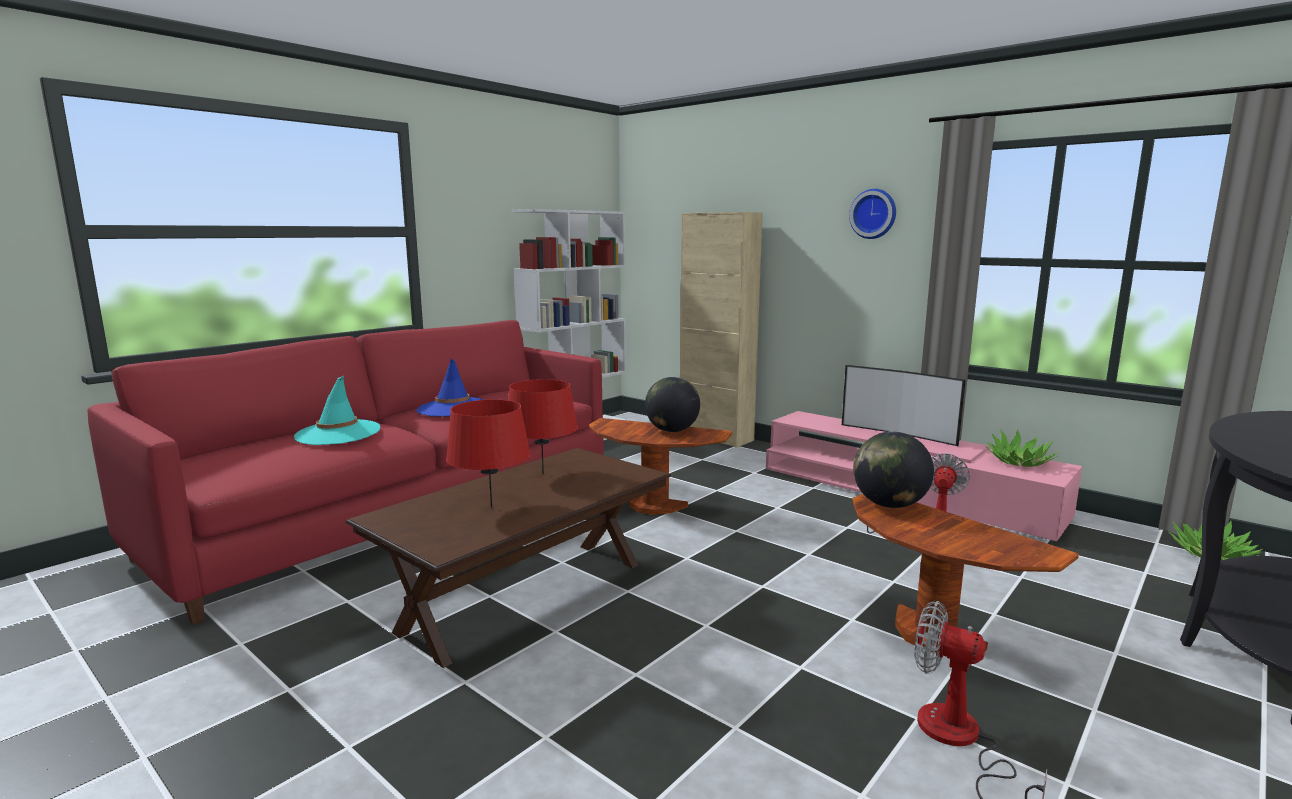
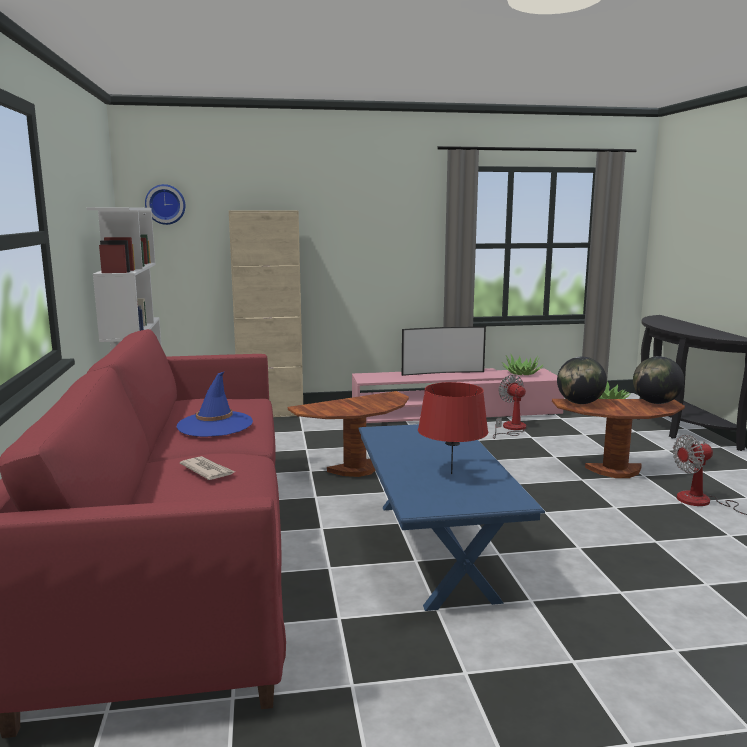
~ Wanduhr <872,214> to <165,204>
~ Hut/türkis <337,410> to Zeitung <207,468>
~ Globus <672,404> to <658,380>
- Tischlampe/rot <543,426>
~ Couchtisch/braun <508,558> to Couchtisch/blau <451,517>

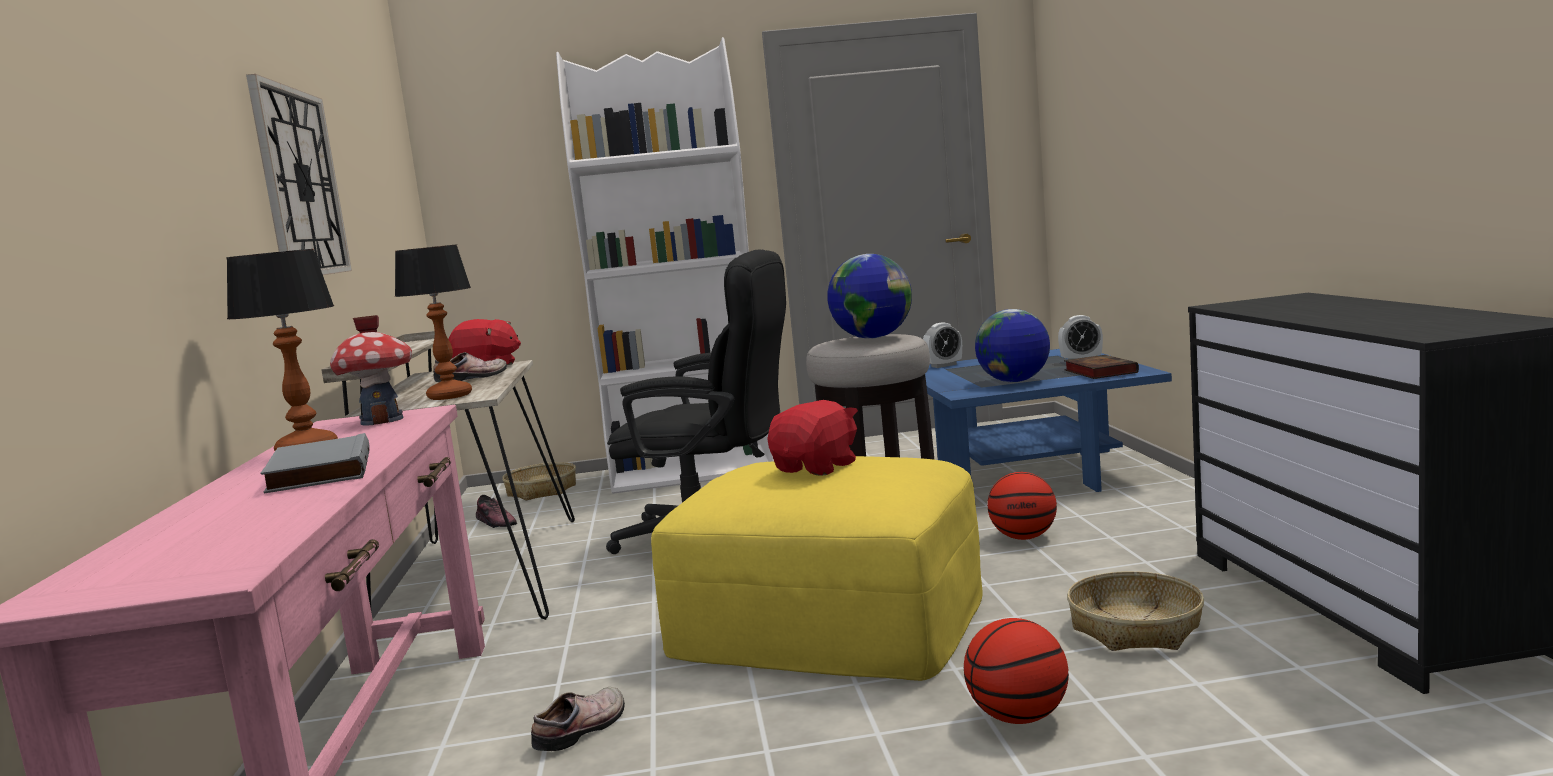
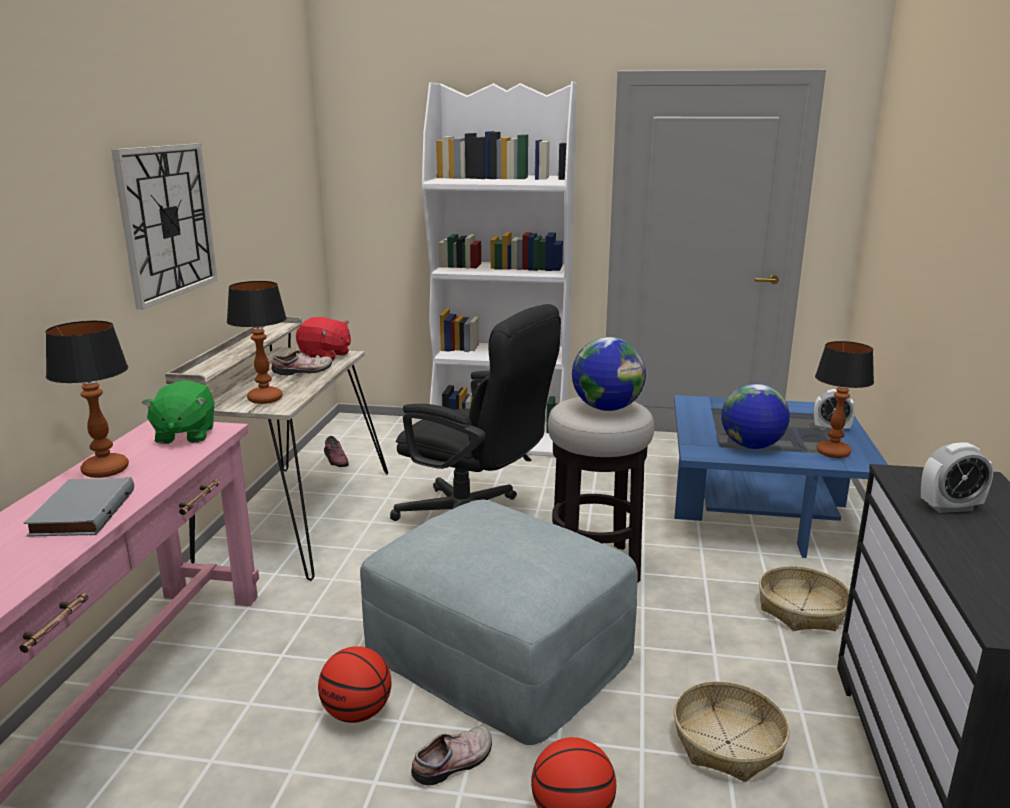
~ Spielzeughaus <371,370> to Plüschtier/grün <178,412>
~ Wecker <942,345> to <957,478>
~ Buch <1101,367> to Tischlampe <844,399>
- Plüschtier/rot <812,438>
~ Polsterhocker/gelb <817,568> to Polsterhocker/grau <499,622>
~ Korb <539,481> to <804,598>
~ Basketball <1022,506> to <355,684>
~ Schuh <578,719> to <451,755>

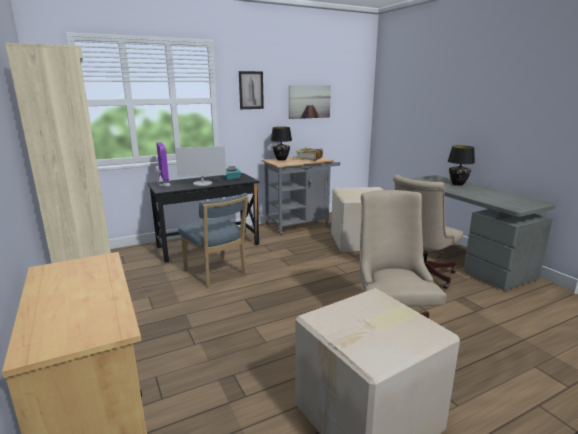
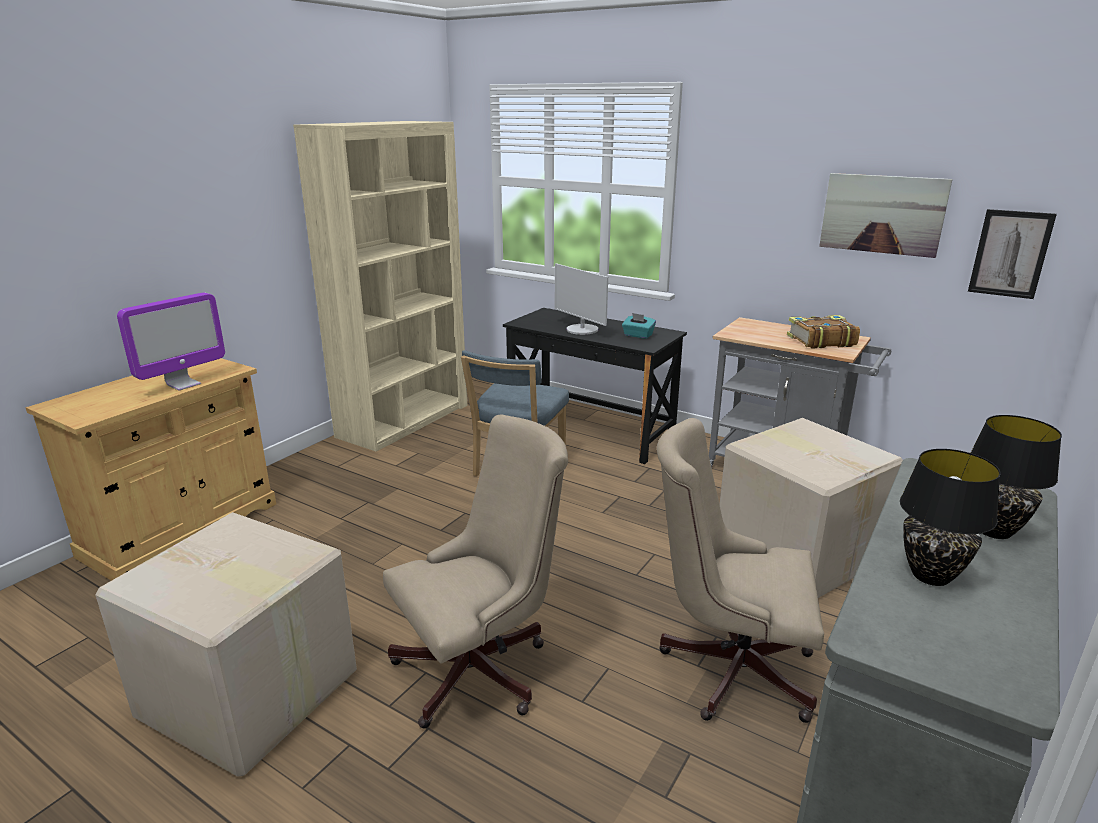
~ Bild <251,90> to <1012,254>
~ Tischlampe/schwarz <281,144> to <950,517>
~ Monitor <163,164> to <171,341>

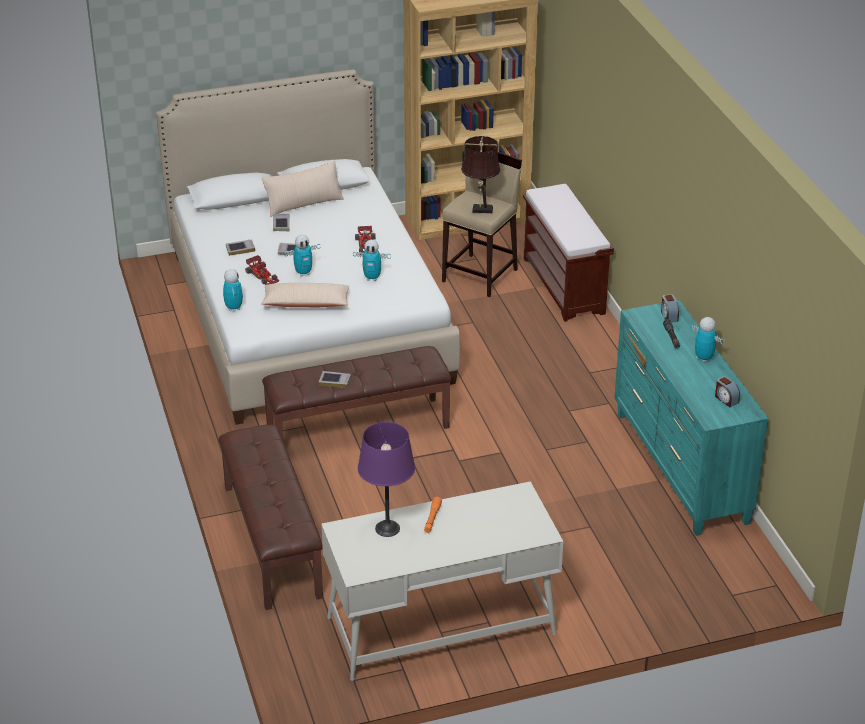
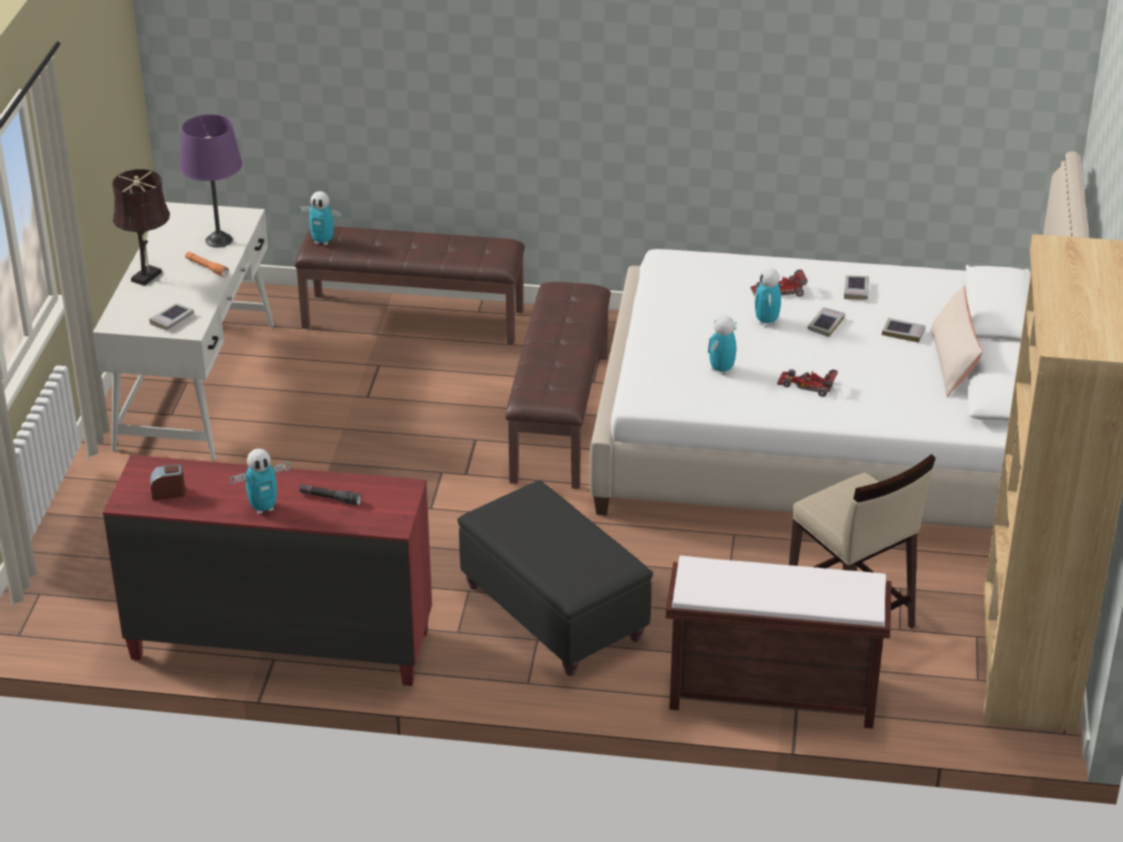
~ Tischlampe/braun <480,174> to <141,227>
~ Spielzeugroboter <233,290> to <320,218>
- Kissen/beige <305,295>
- Wecker <670,308>
~ Kommode/türkis <691,418> to Kommode/rot <267,570>
~ Buch <335,379> to <171,316>
+ Polsterhocker/schwarz <555,578>

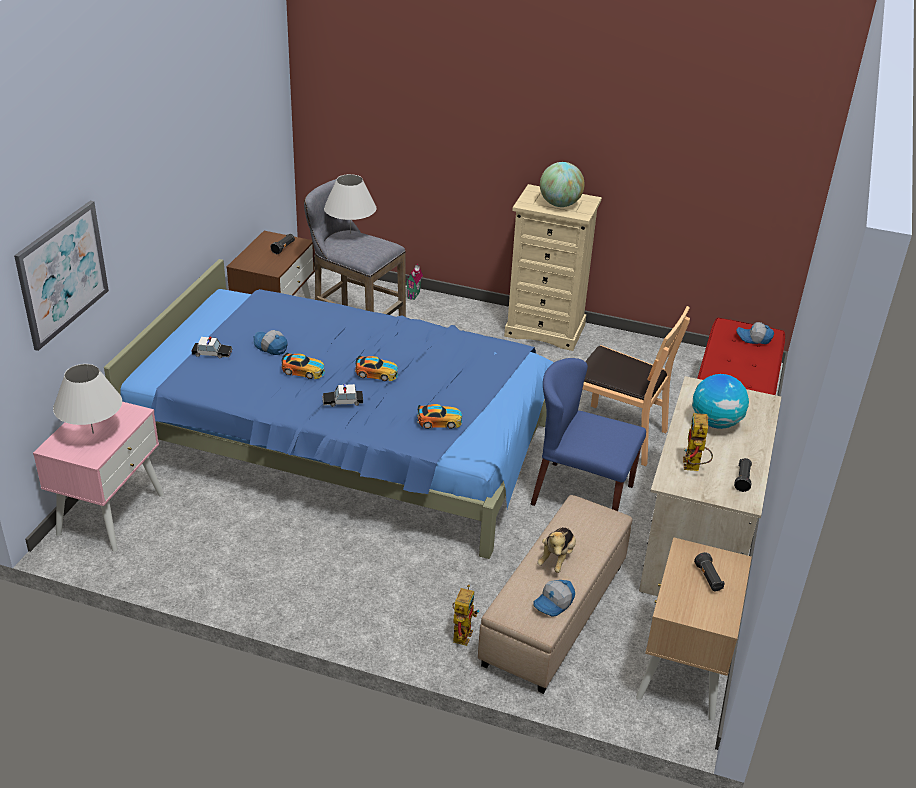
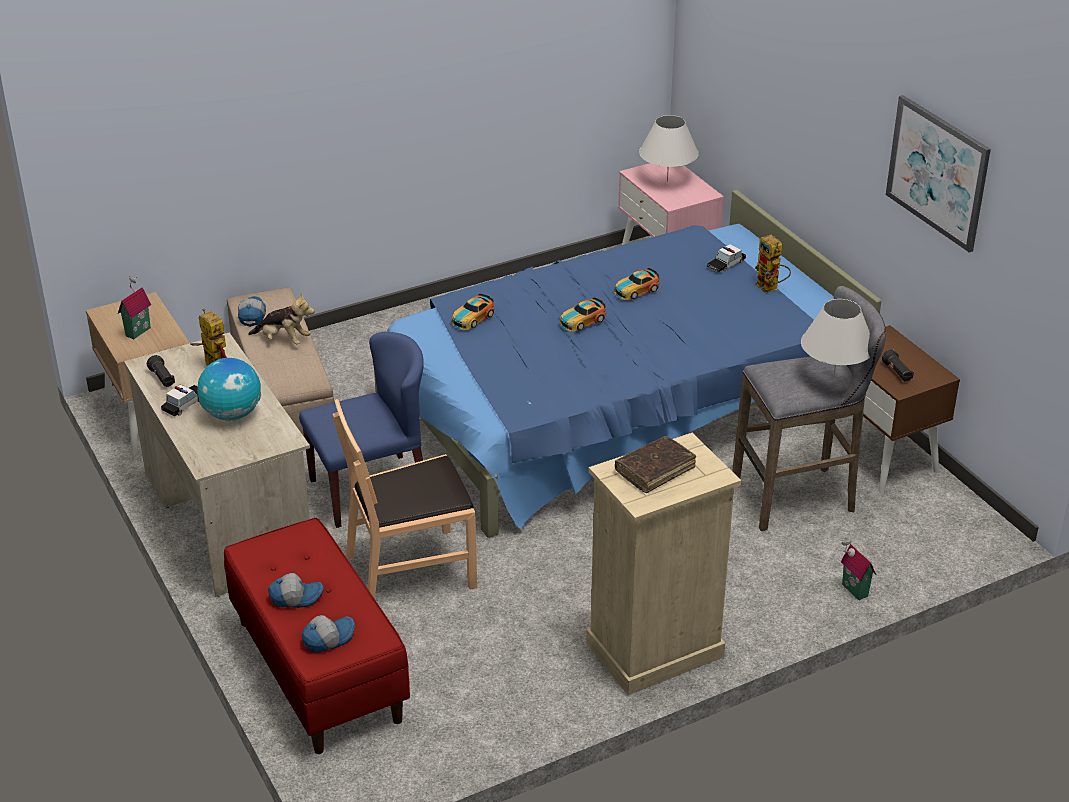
~ Globus <562,184> to Buch/braun <656,464>
~ Bild <61,276> to <938,174>
~ Kappe <271,342> to <296,590>
~ Spielzeugauto <342,395> to <180,400>
~ Plüschtier <556,550> = <281,318> 135 degrees clockwise
~ Taschenlampe/schwarz <709,571> to Spielzeughaus <134,308>
~ Spielzeugroboter <465,615> to <773,263>

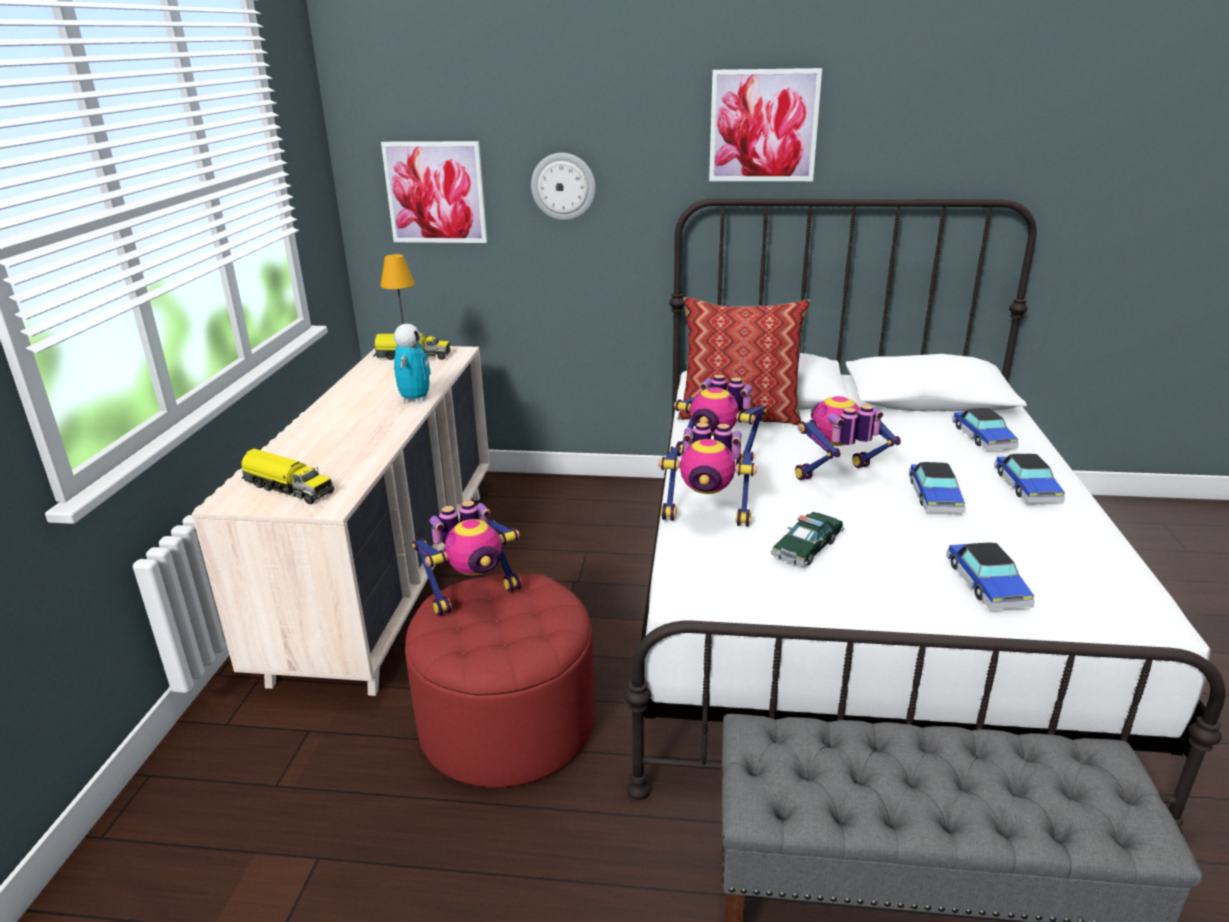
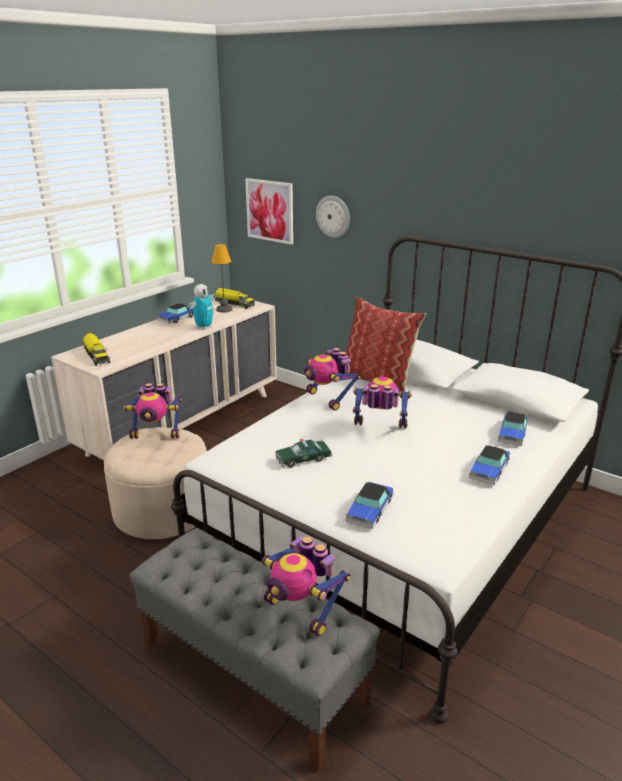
- Bild <765,124>
~ Spielzeugroboter <707,474> to <306,586>
~ Spielzeugauto <937,487> to <175,313>
~ Polsterhocker/rot <500,680> to Polsterhocker/beige <155,483>

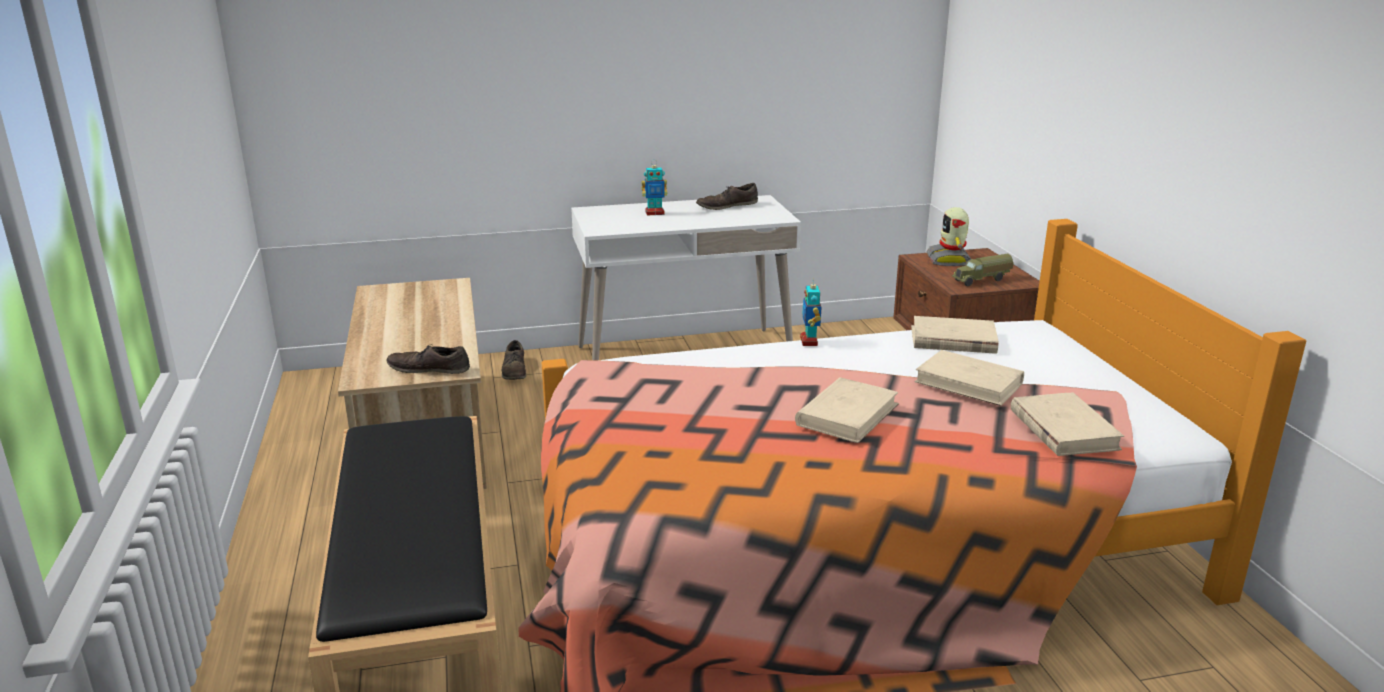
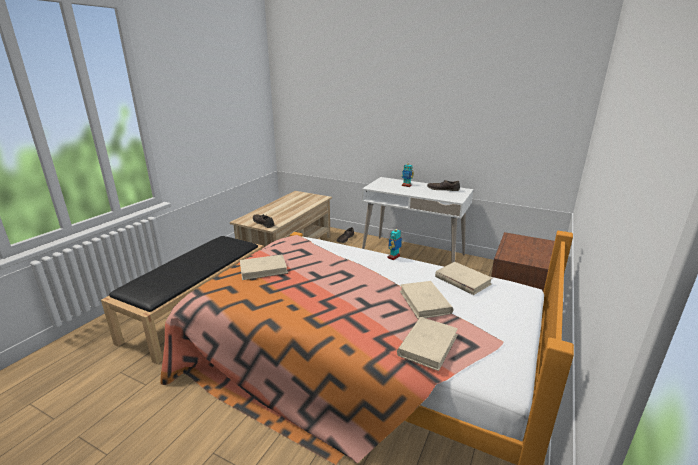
- Spielzeugroboter <948,236>
- Spielzeuglaster <983,270>
~ Buch/beige <847,410> to <264,267>

